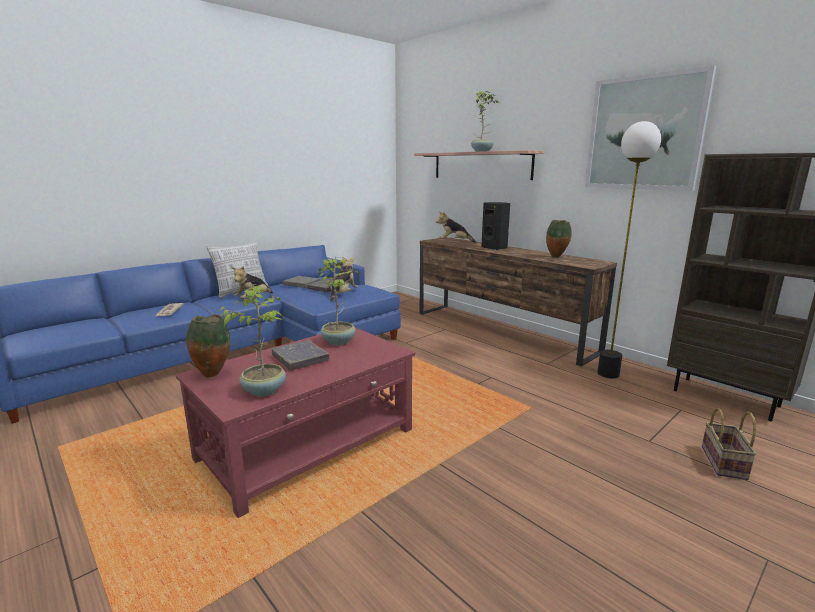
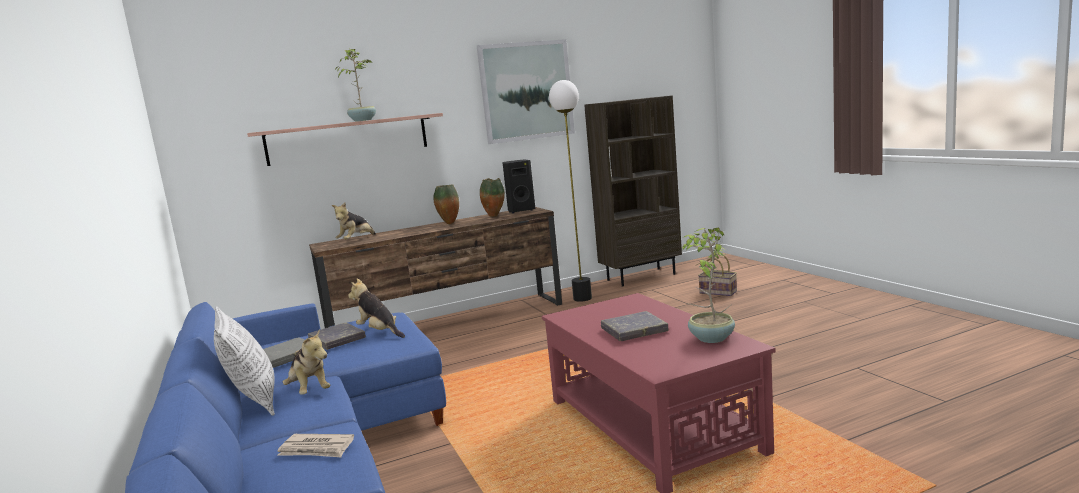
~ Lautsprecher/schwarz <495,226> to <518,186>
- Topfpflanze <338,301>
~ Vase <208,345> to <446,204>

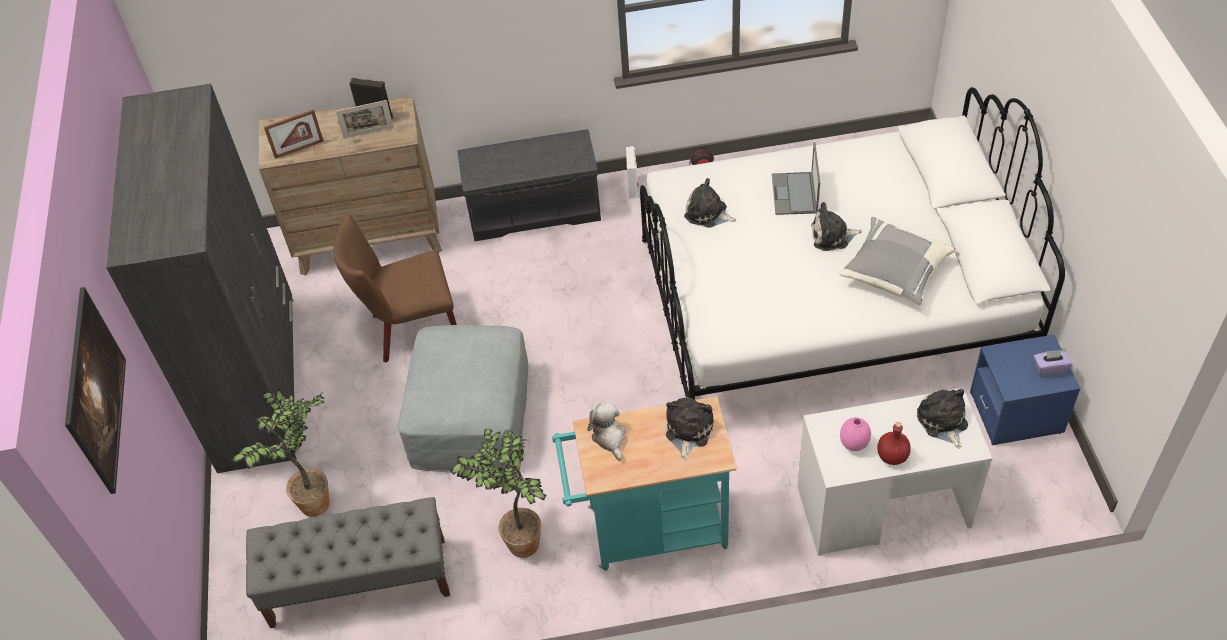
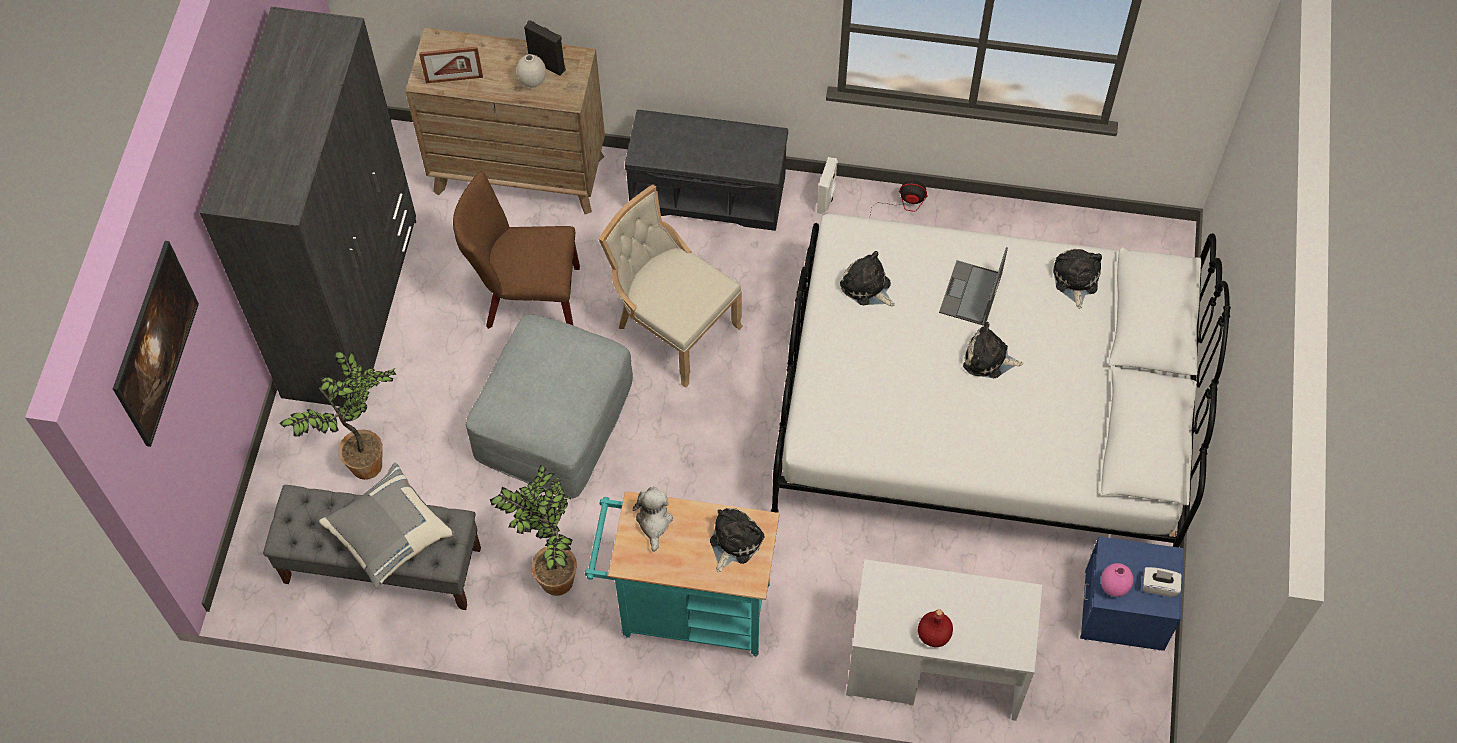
~ Bilderrahmen <365,119> to Vase/weiß <531,71>
~ Kissen/grau <897,261> to <387,526>
~ Taschentuchbox/lila <1053,363> to Taschentuchbox/weiß <1162,582>
~ Plüschtier <942,418> to <1077,279>
~ Vase/rosa <855,434> to <1117,580>
+ Stuhl/beige <671,286>

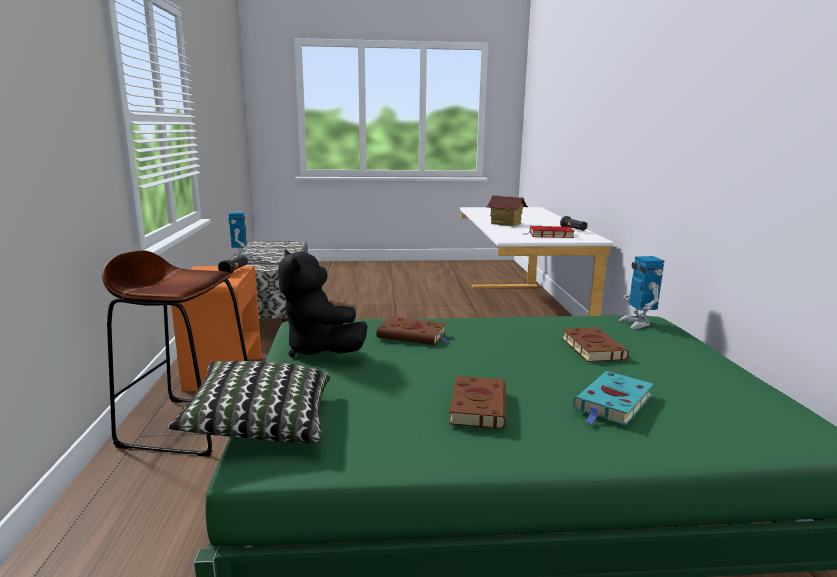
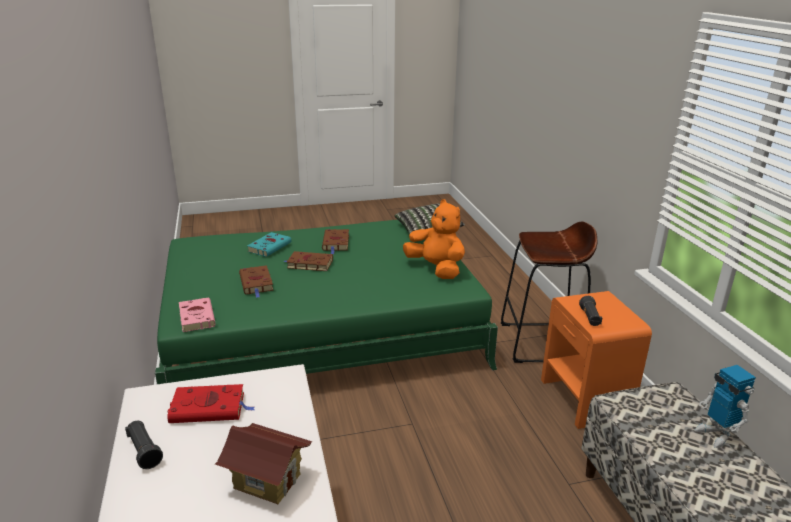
~ Plüschtier/schwarz <323,303> to Plüschtier/orange <434,239>
~ Spielzeugroboter <642,292> to Buch/rosa <197,314>
~ Buch/braun <413,330> to <308,261>

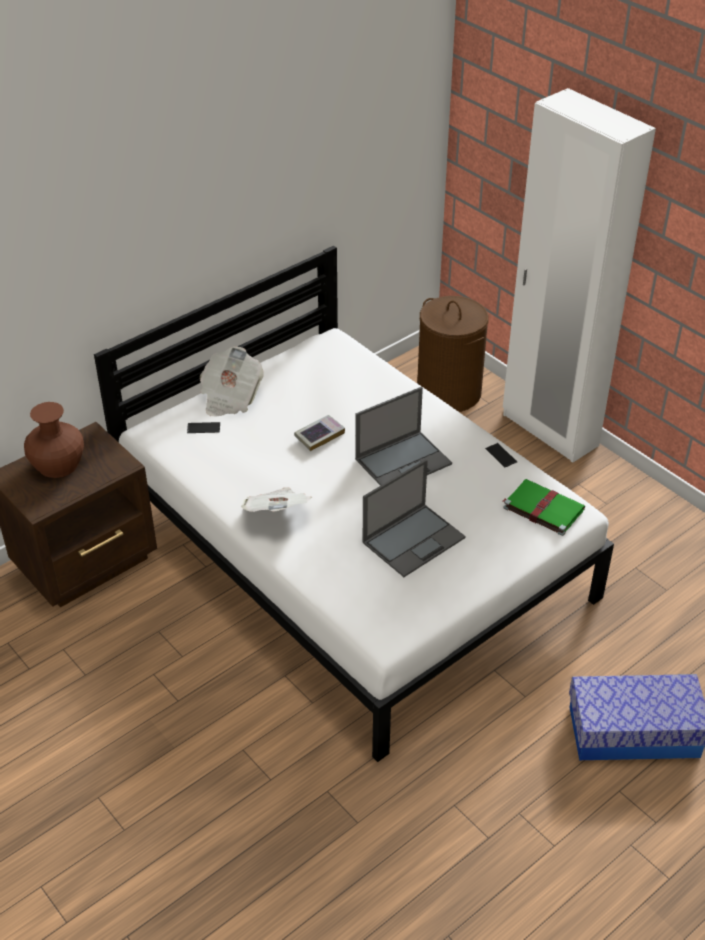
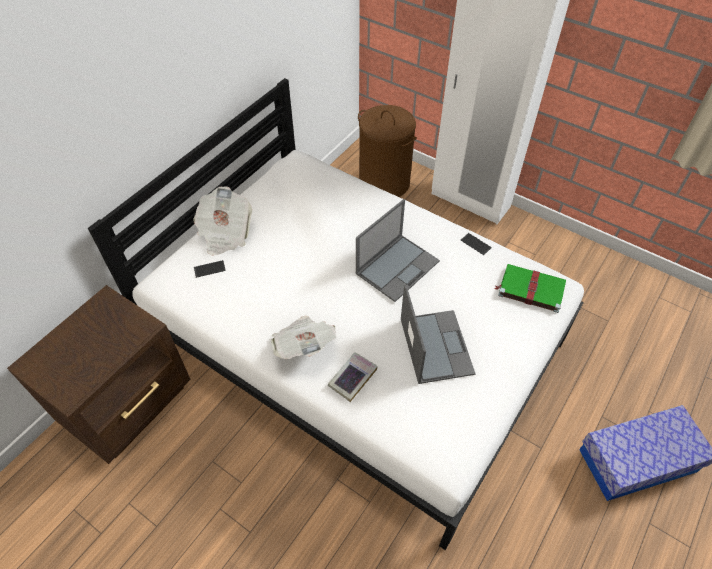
- Vase/braun <54,440>
~ Buch <319,433> to <353,377>
~ Laptop <414,518> = <438,334> 45 degrees counterclockwise

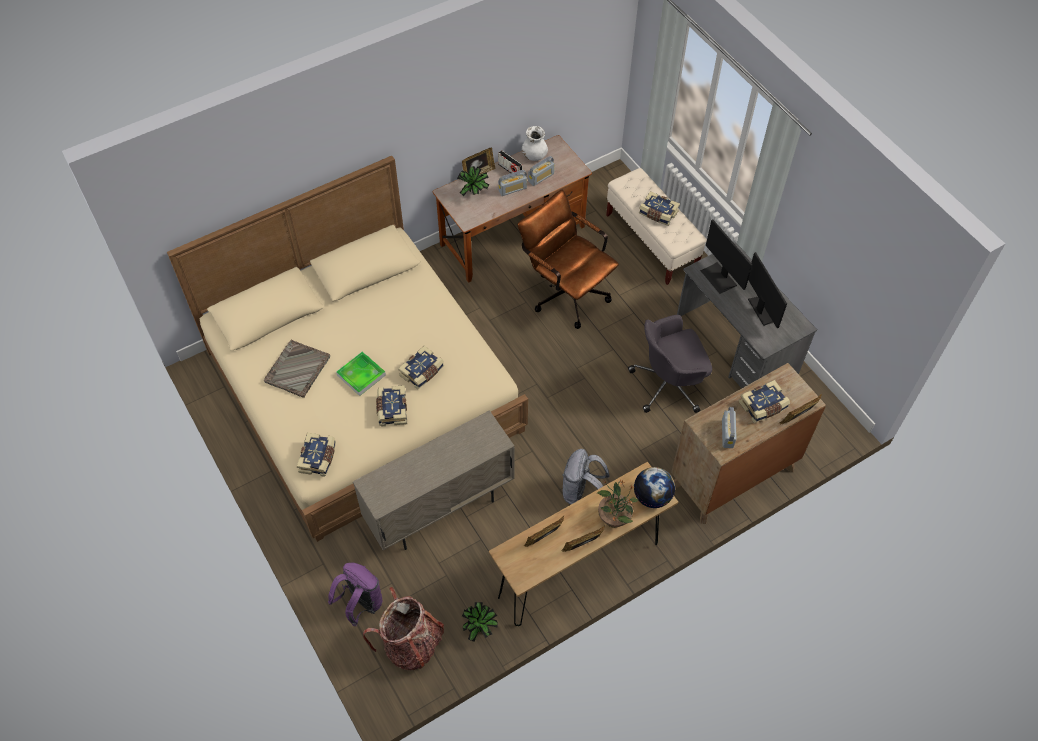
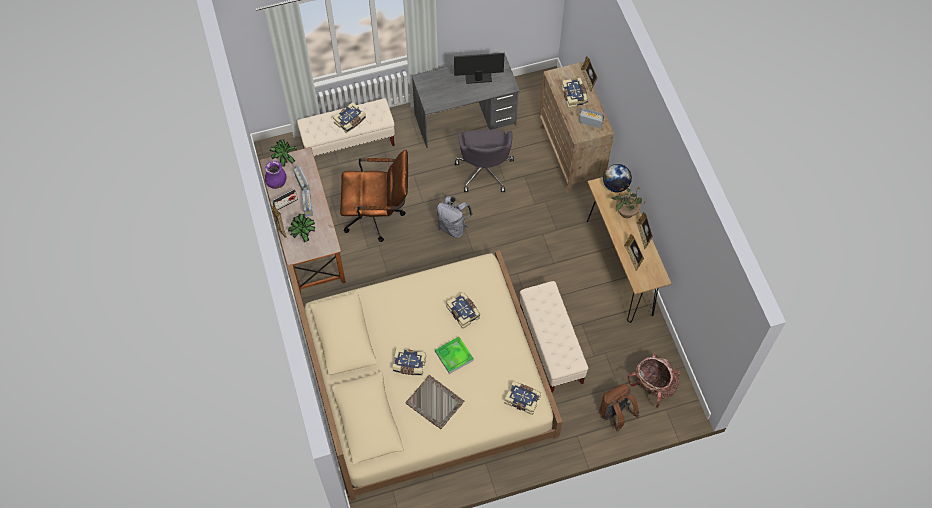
~ Vase/weiß <535,143> to Vase/lila <275,175>
~ Bürostuhl/braun <568,259> = <374,196> 150 degrees counterclockwise
- Monitor <726,256>
~ Buch <391,406> to <409,362>
~ Schrank/beige <434,480> to Bank/beige <554,336>
~ Rucksack/grau <586,476> to <455,217>
~ Rucksack/lila <355,594> to Rucksack/braun <619,407>
~ Topfpflanze <480,622> to <283,153>

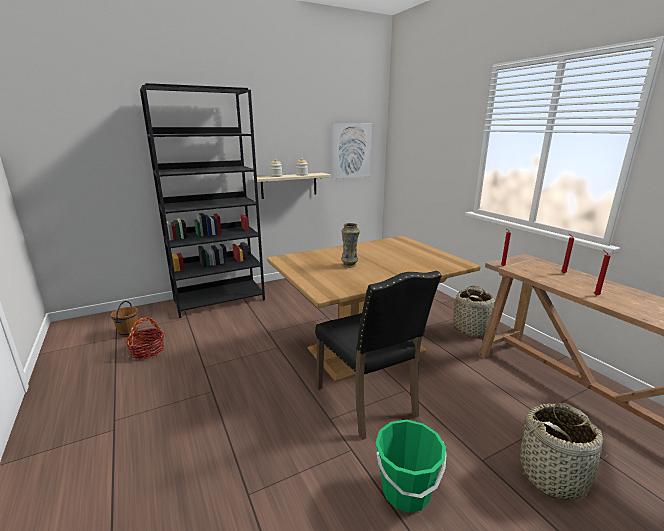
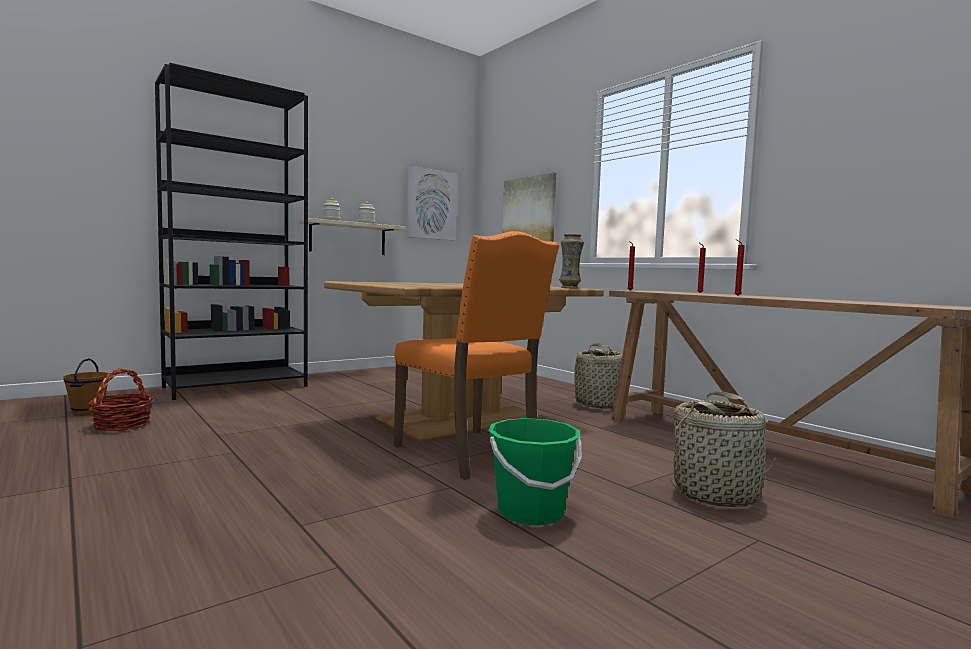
~ Vase <350,245> to <571,261>
~ Stuhl/schwarz <378,355> to Stuhl/orange <476,355>
+ Bild <529,207>

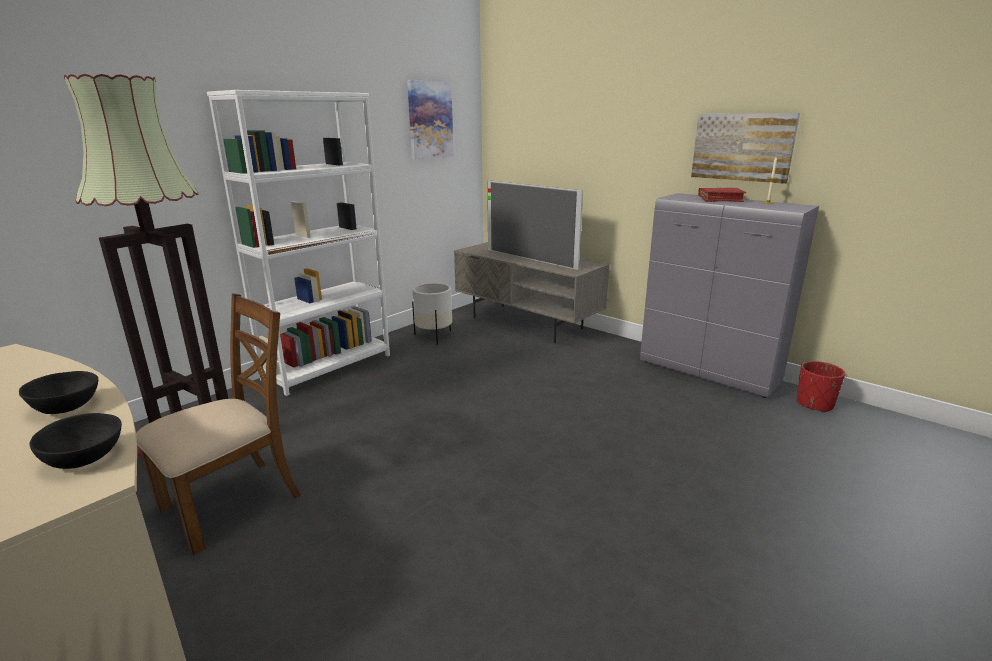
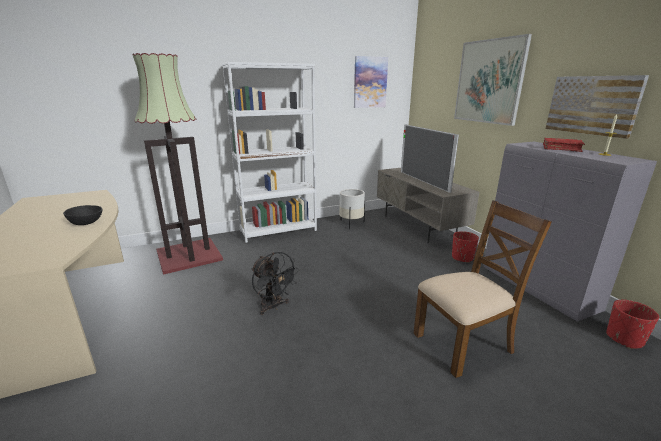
~ Stuhl/braun <218,424> to <482,289>
- Schüssel/schwarz <75,441>
+ Bild <493,80>
+ Pflanzkübel/rot <465,247>
+ Ventilator/schwarz <275,283>

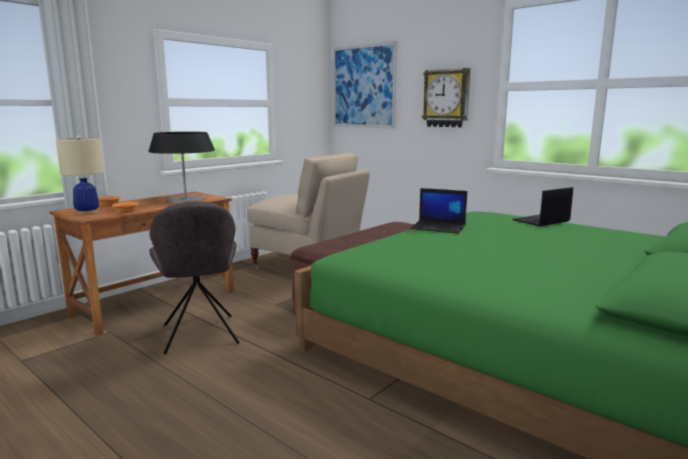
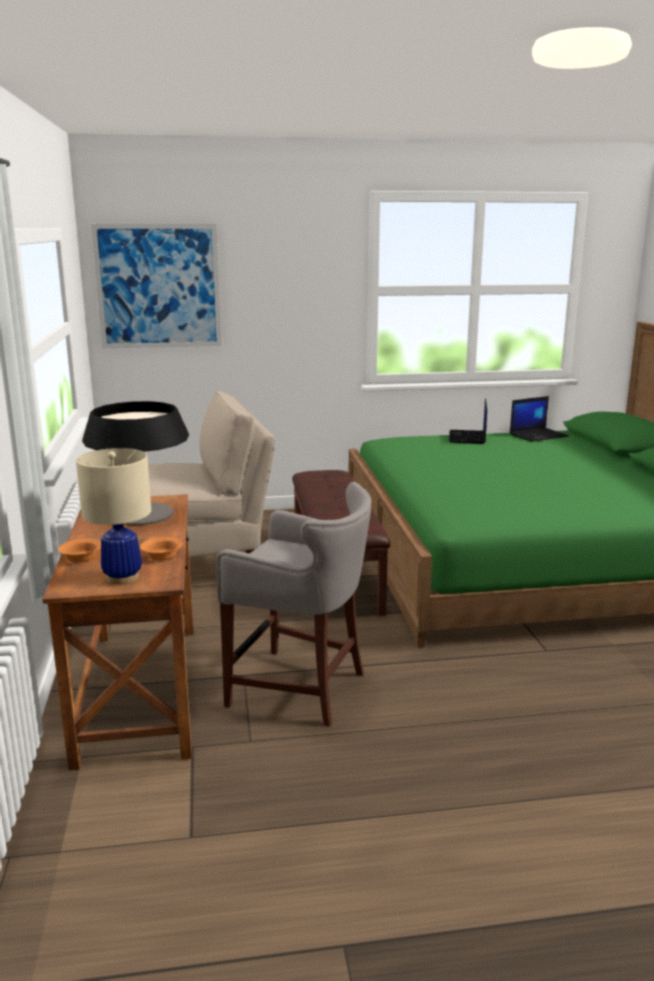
- Wanduhr <446,97>
~ Laptop <438,211> to <539,419>
~ Stuhl/grau <194,278> to Hocker/grau <294,604>

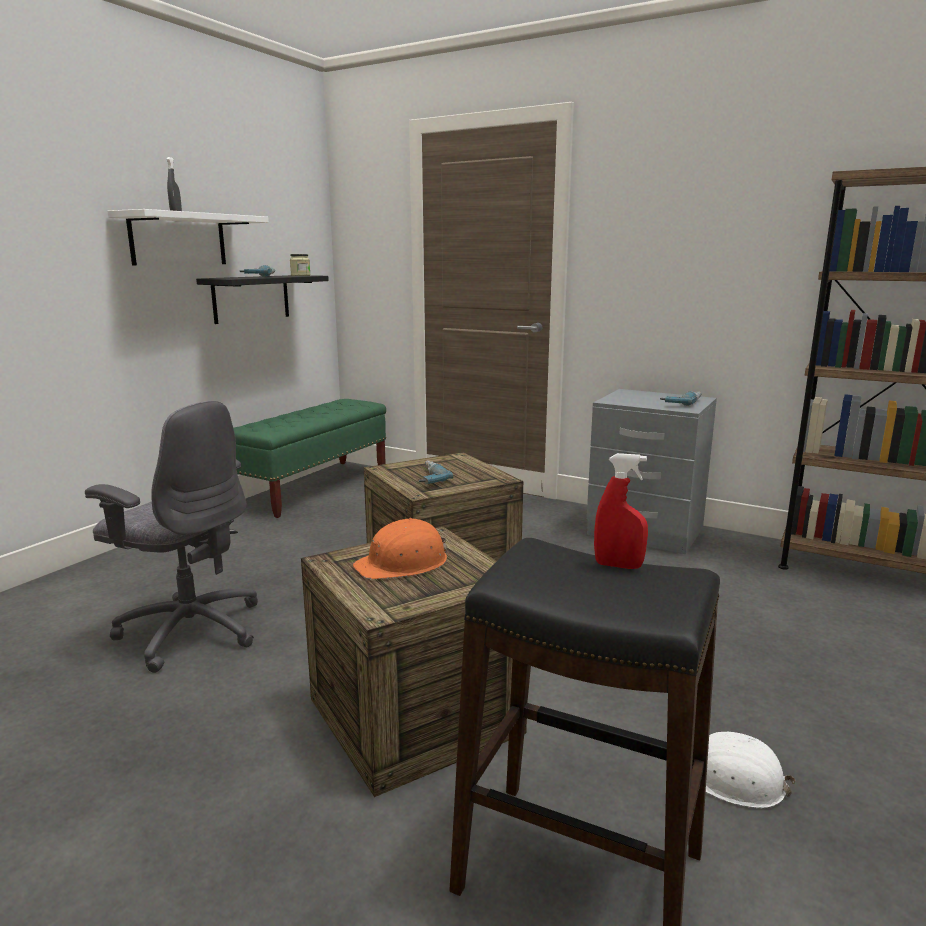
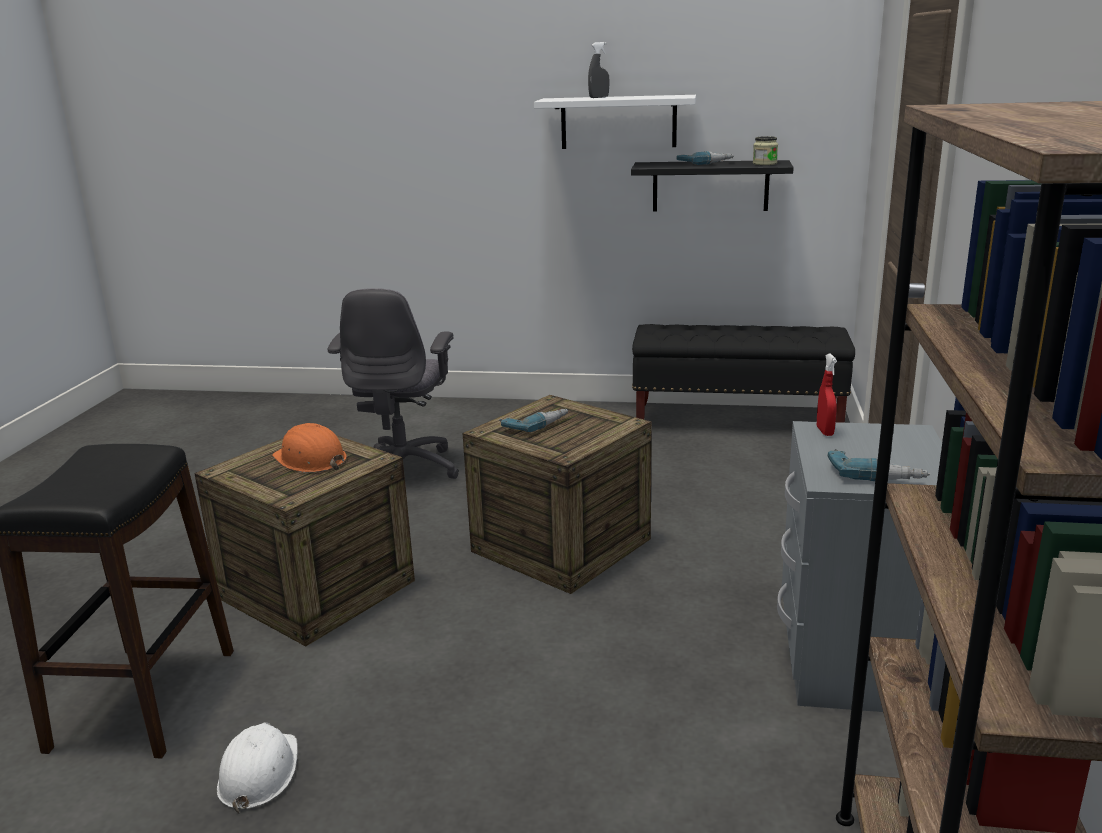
~ Bank/grün <309,458> to Bank/schwarz <743,373>
~ Sprühflasche/rot <621,511> to <827,394>

